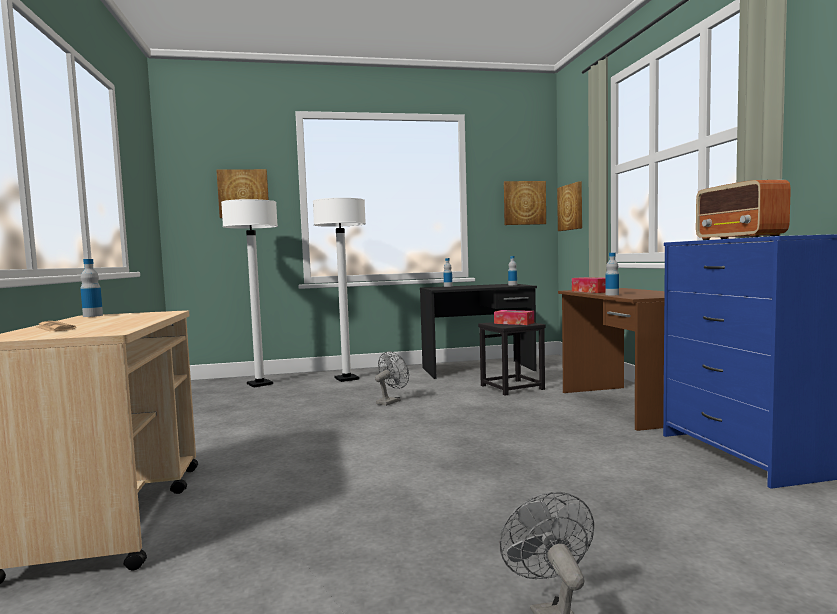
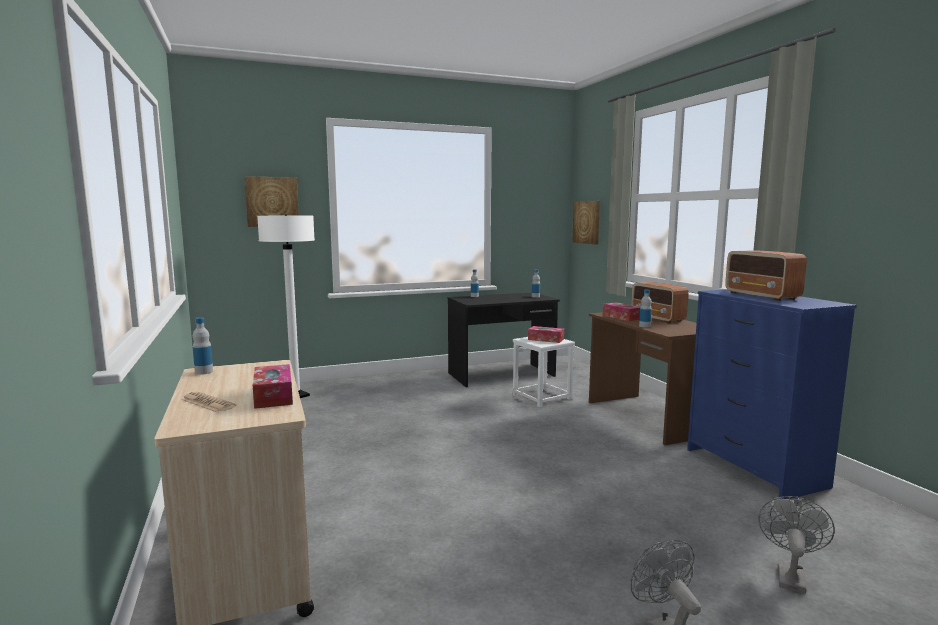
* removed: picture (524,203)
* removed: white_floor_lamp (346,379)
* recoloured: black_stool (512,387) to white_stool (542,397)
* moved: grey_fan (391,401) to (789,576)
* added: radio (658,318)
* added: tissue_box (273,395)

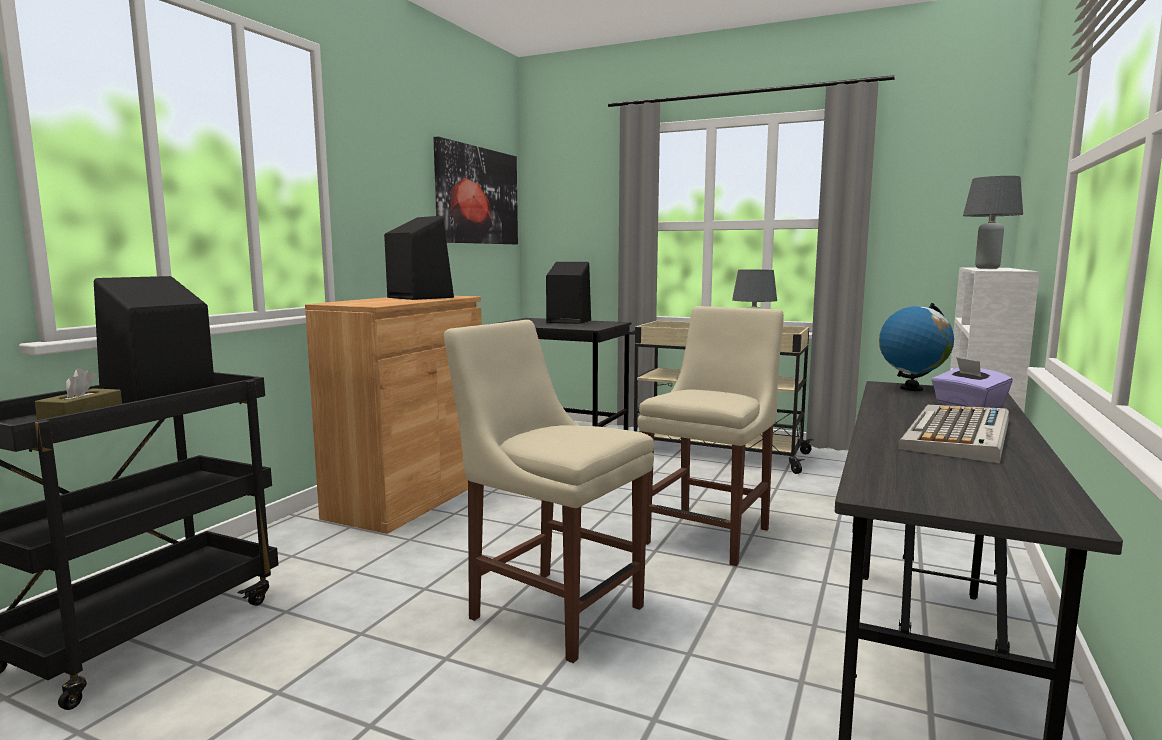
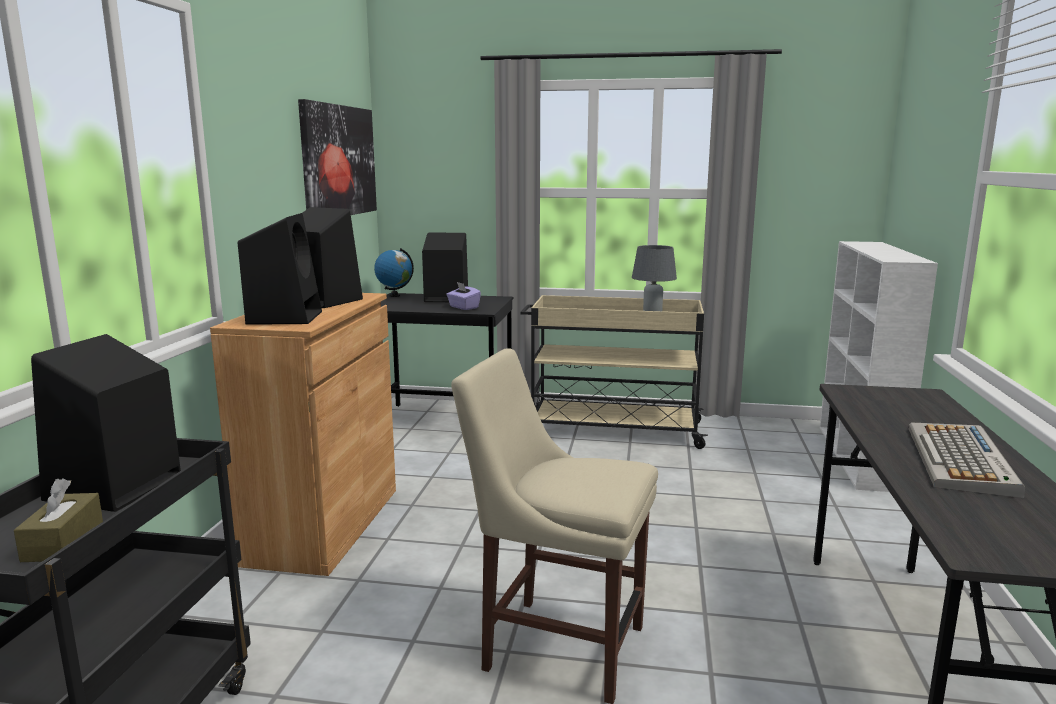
* removed: grey_table_lamp (986,268)
* moved: globe (911,389) to (394,295)
* removed: beige_chair (710,533)
* moved: purple_tissue_box (967,406) to (463,307)
* added: black_speaker (285,317)

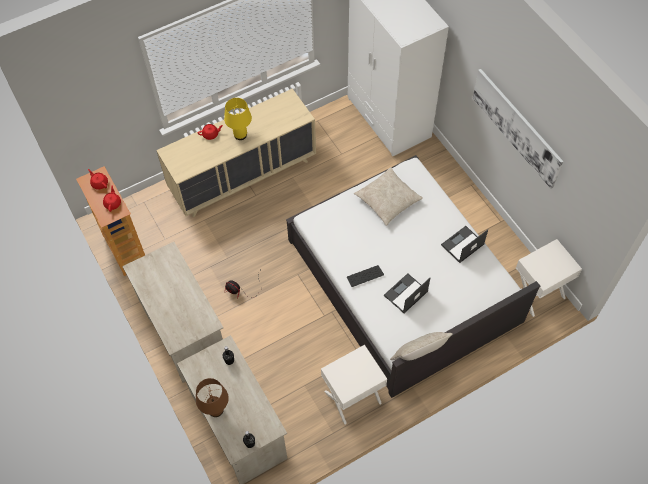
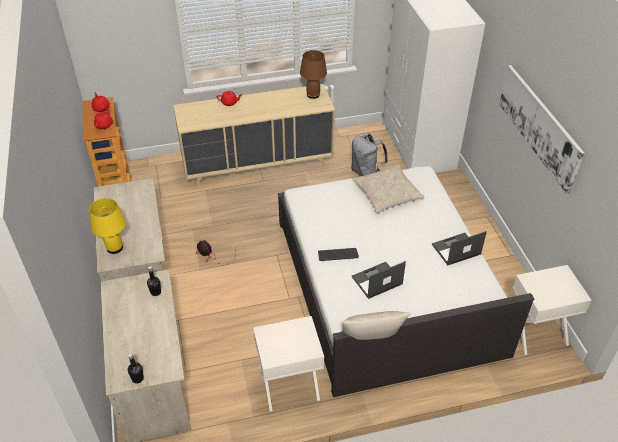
* moved: yellow_table_lamp (240,135) to (114,248)
* moved: brown_table_lamp (216,410) to (313,95)
* added: grey_backpack (366,172)

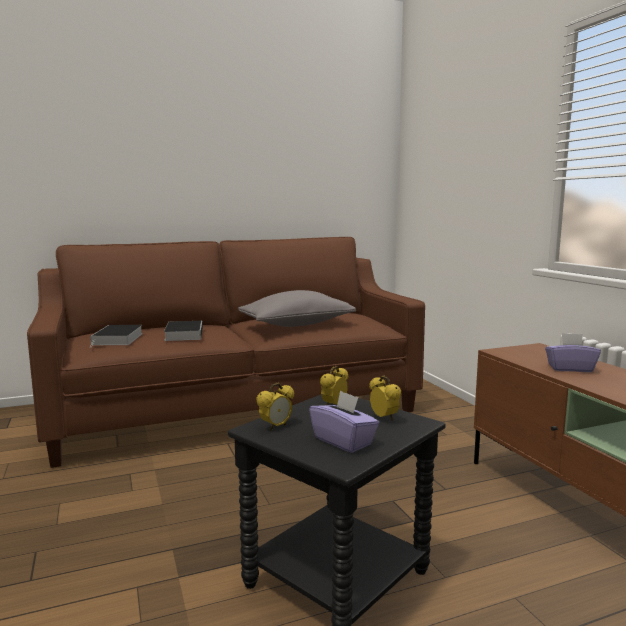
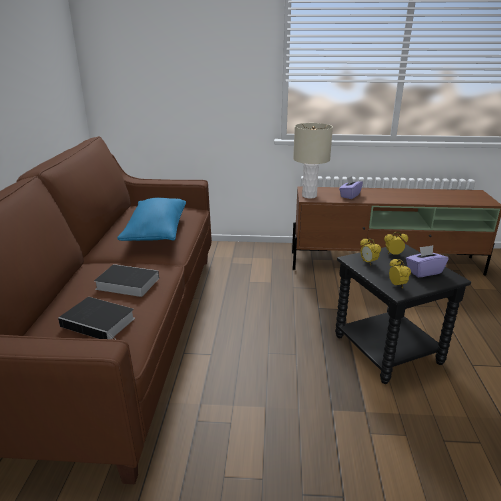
* recoloured: grey_pillow (297,324) to blue_pillow (156,232)
* added: beige_table_lamp (309,196)

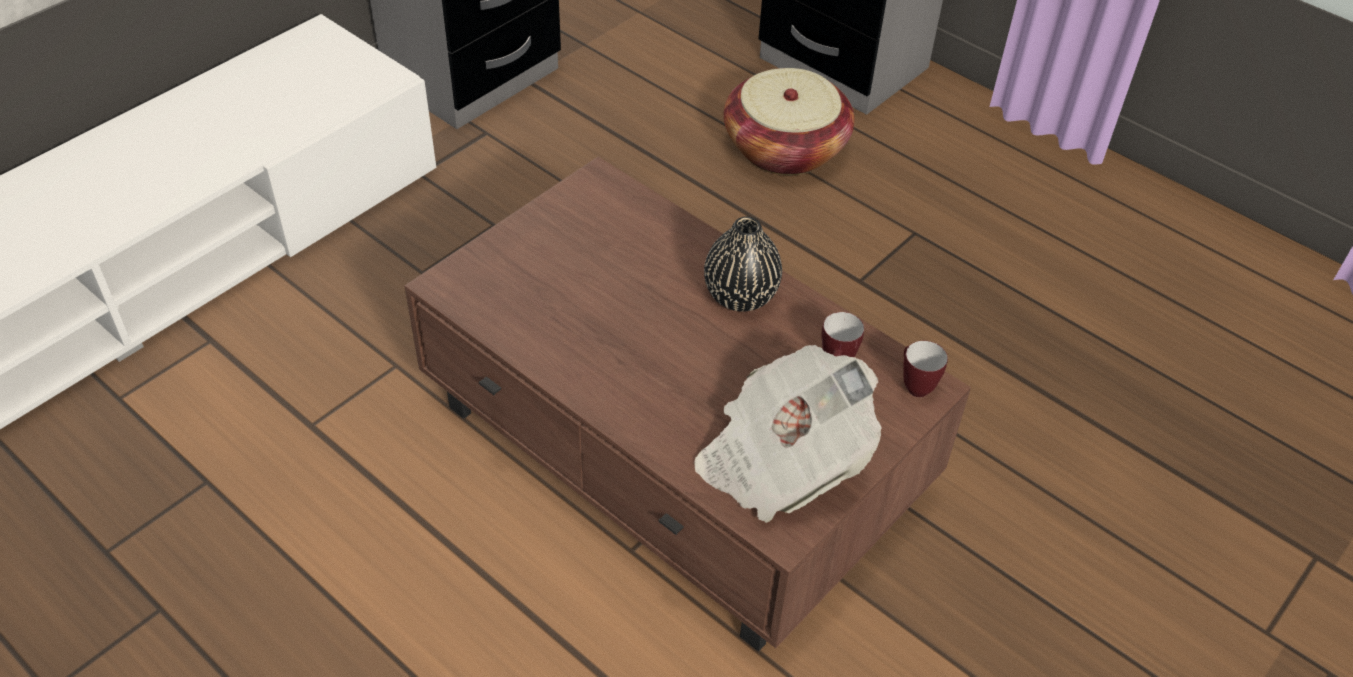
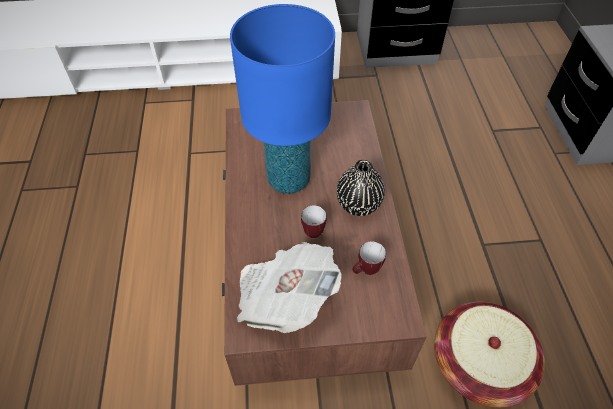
* moved: basket (785,148) to (479,363)
* moved: mug (914,385) to (314,230)
* added: blue_table_lamp (288,179)

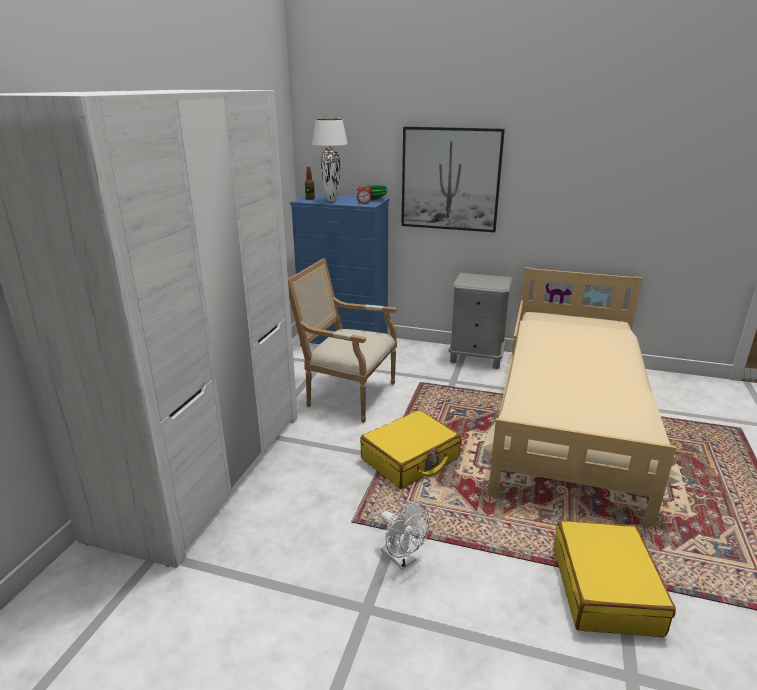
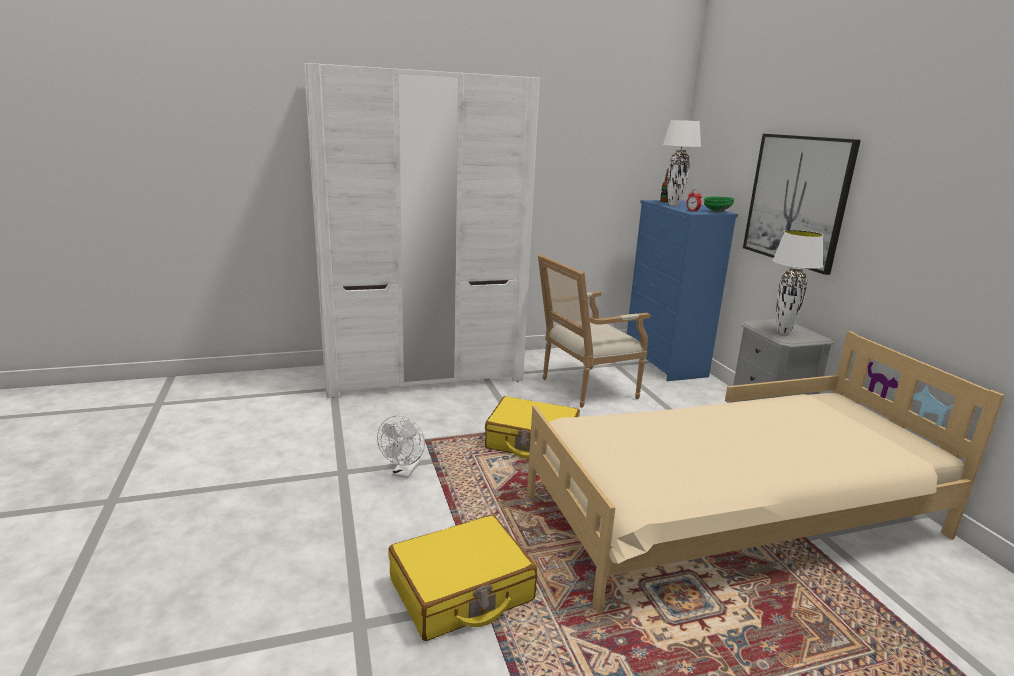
* turned: armchair (346,395) = (583,388) 105 degrees counterclockwise
* added: white_table_lamp (783,332)

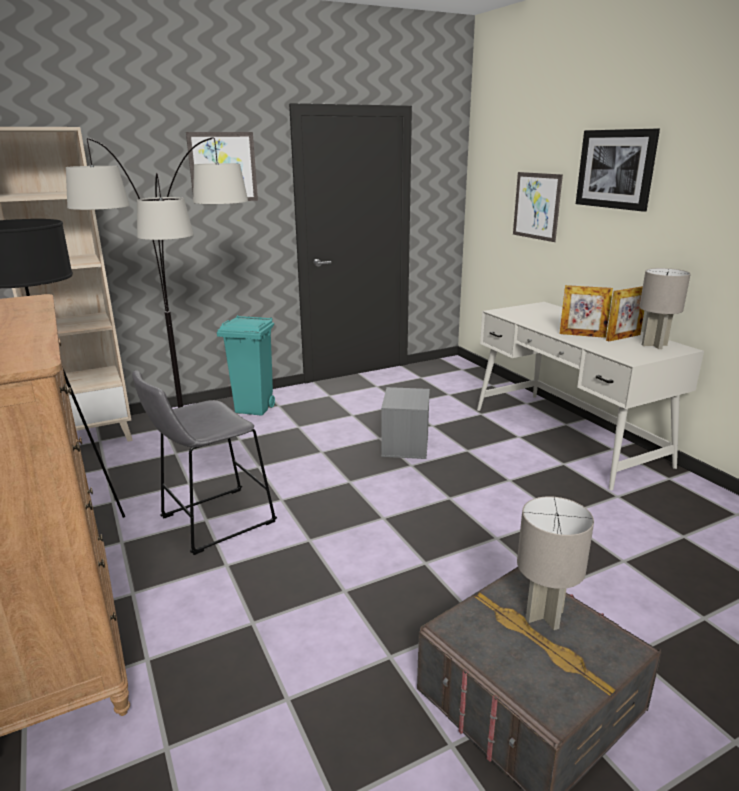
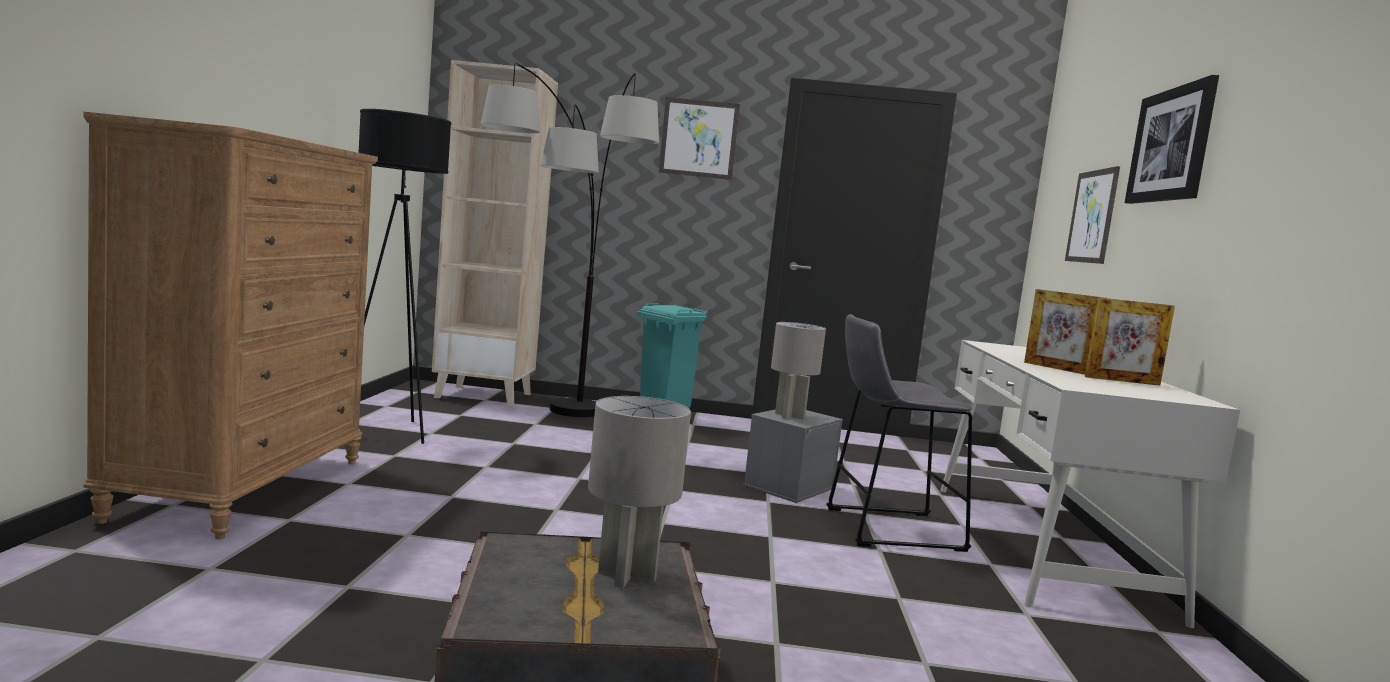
* moved: grey_table_lamp (654,345) to (790,416)
* moved: grey_stool (212,521) to (885,528)

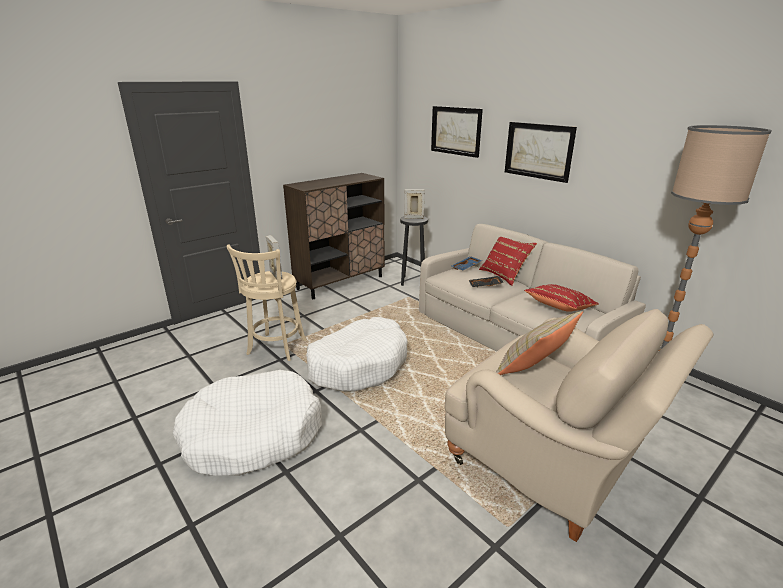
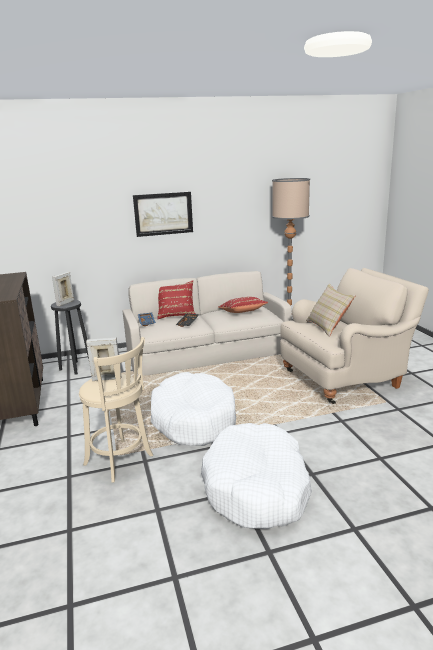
* removed: picture (456,131)

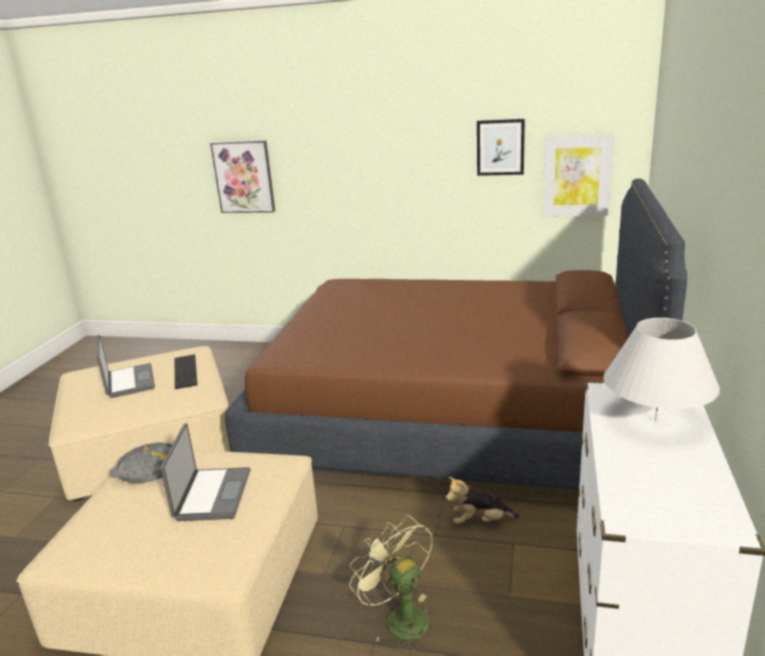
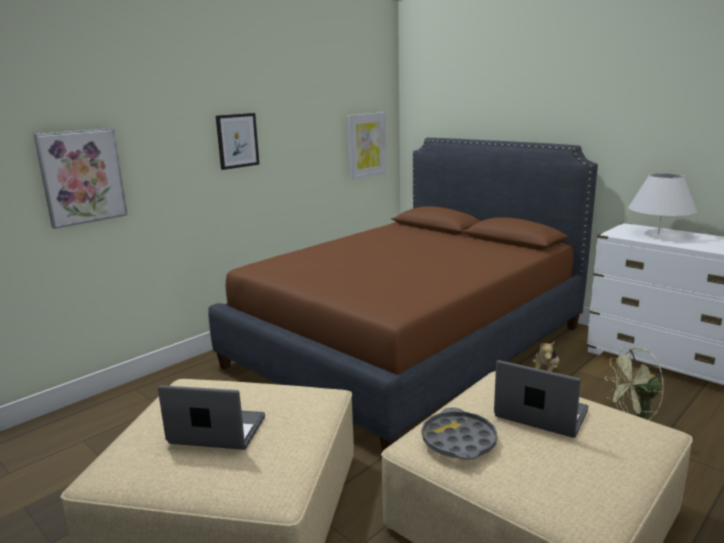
* moved: picture (500,147) to (237,140)
* removed: keyboard (185,371)

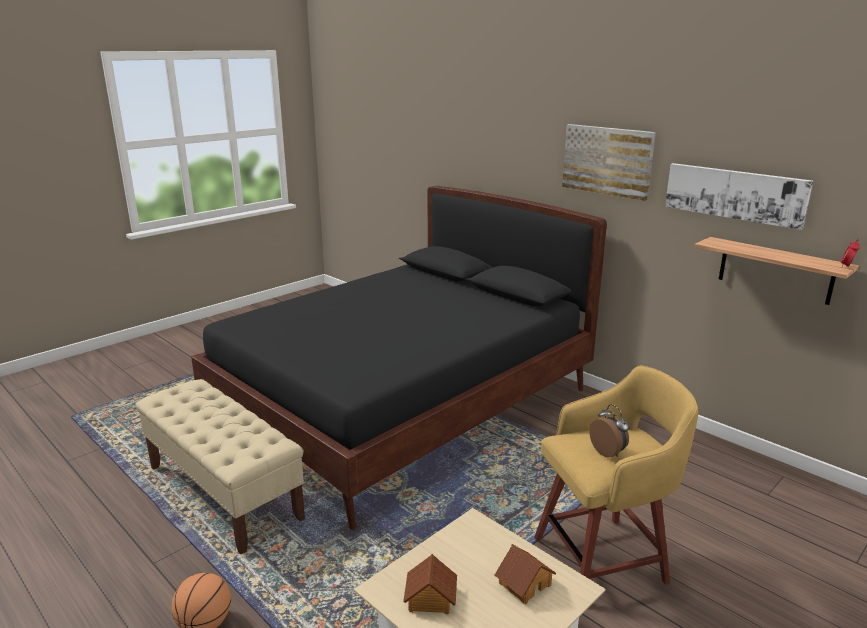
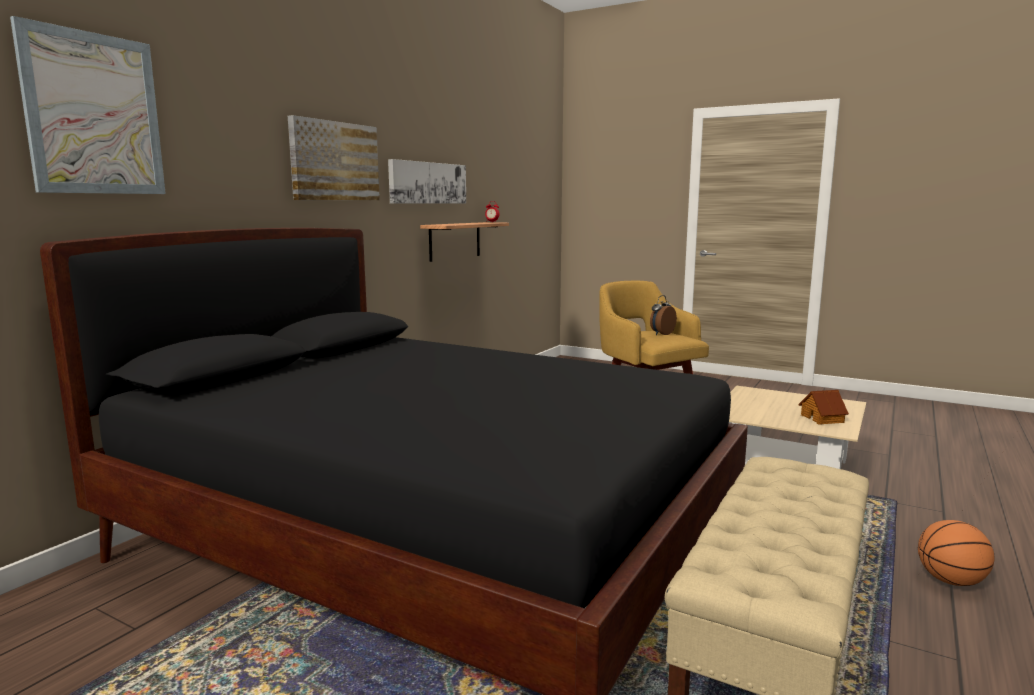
* removed: toy_house (524,583)
* added: picture (94,114)

